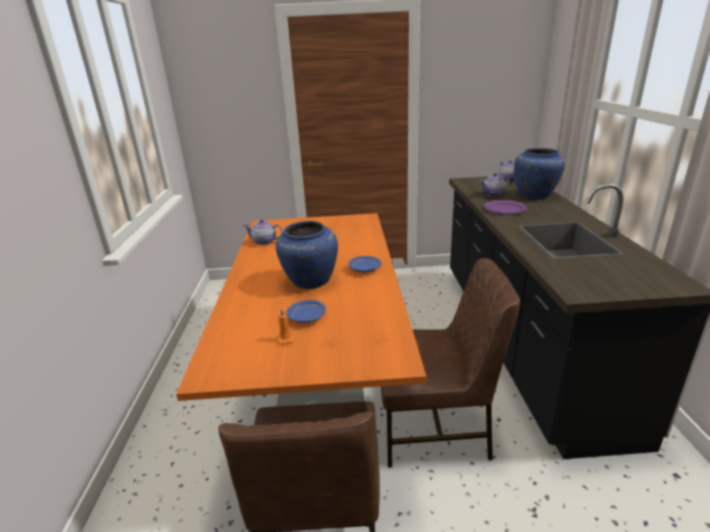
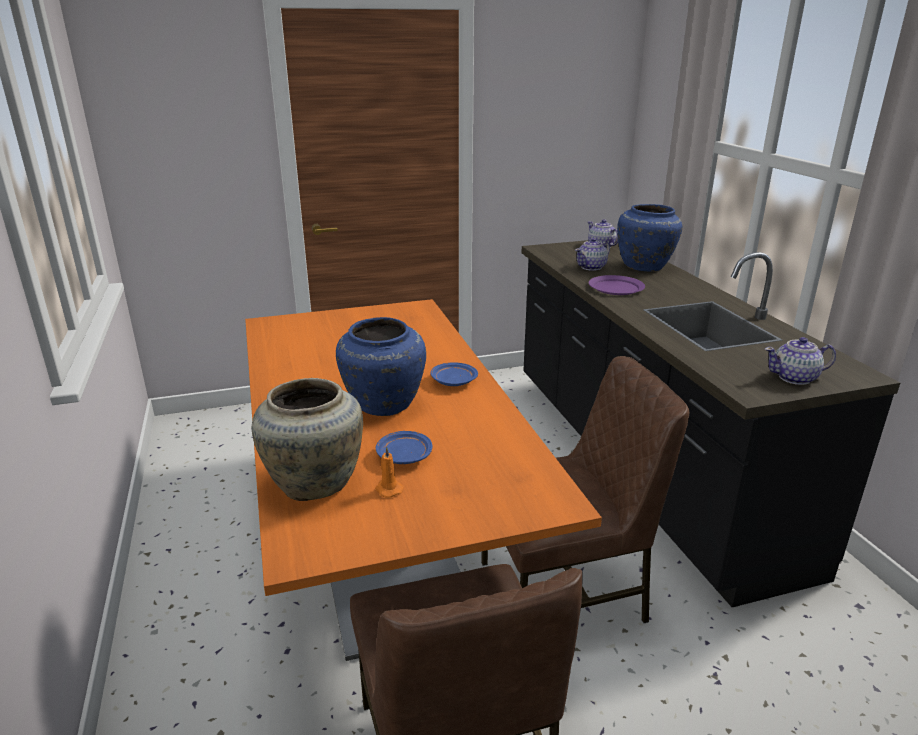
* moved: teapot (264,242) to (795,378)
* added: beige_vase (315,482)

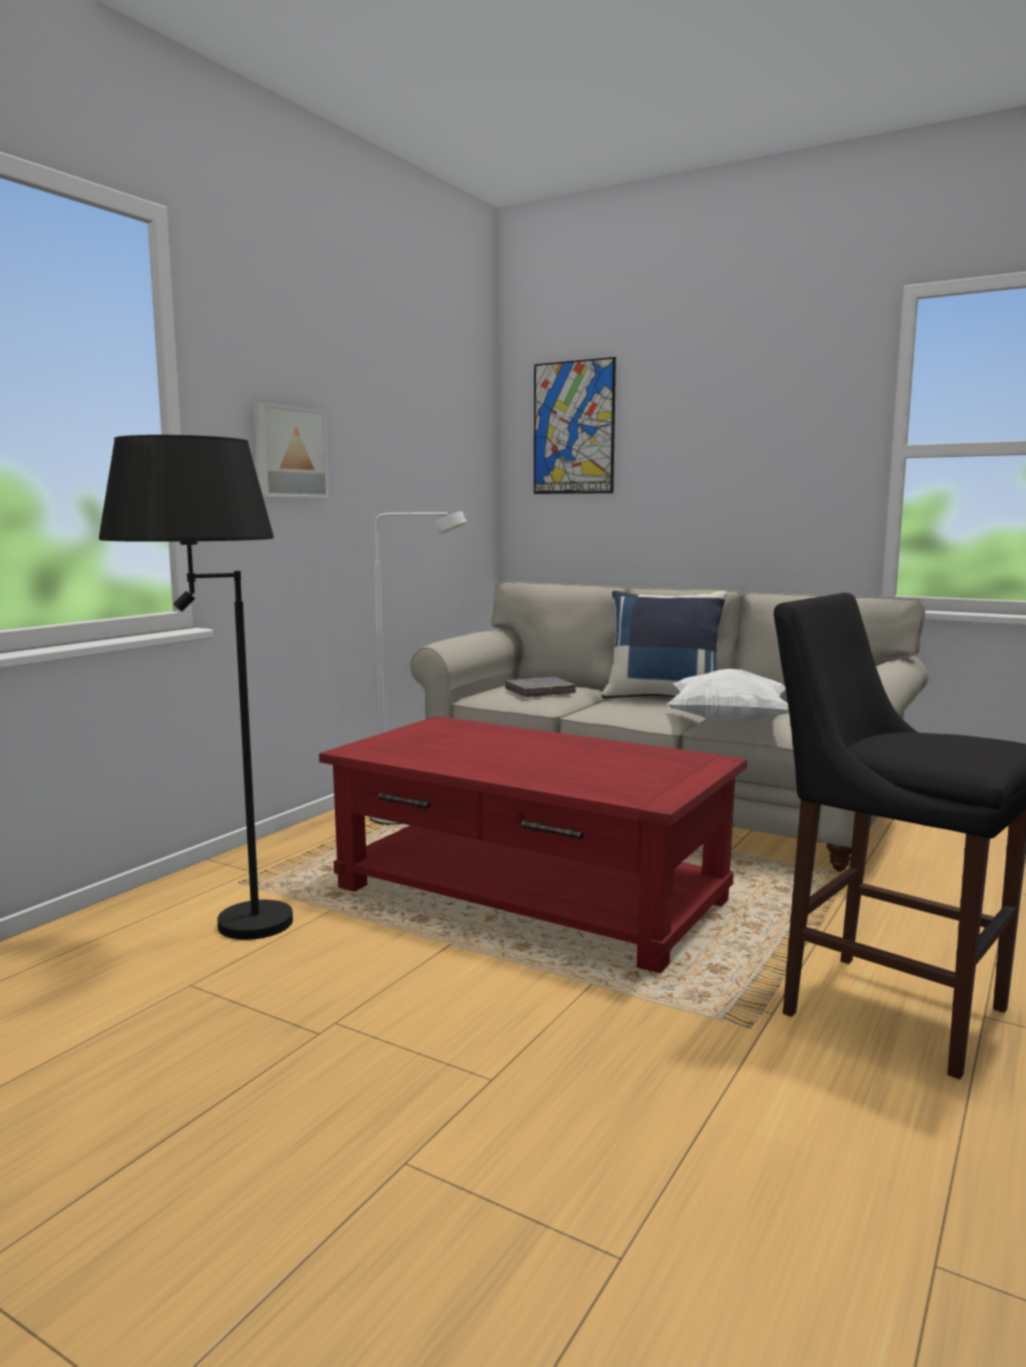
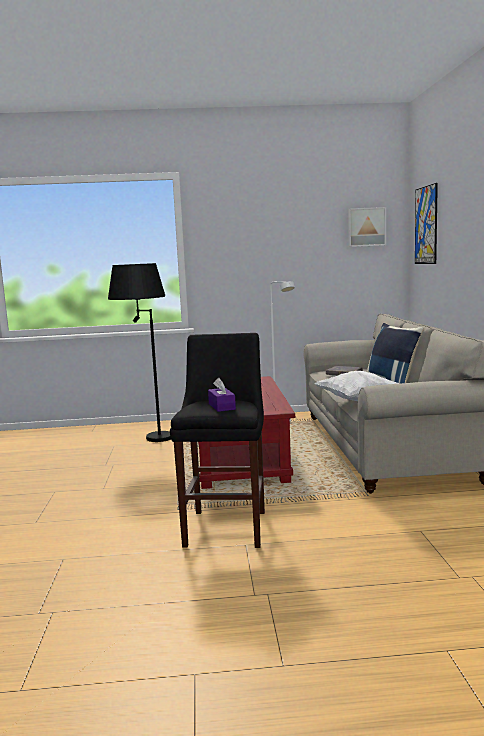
* moved: picture (288,452) to (366,227)
* added: purple_tissue_box (222,406)

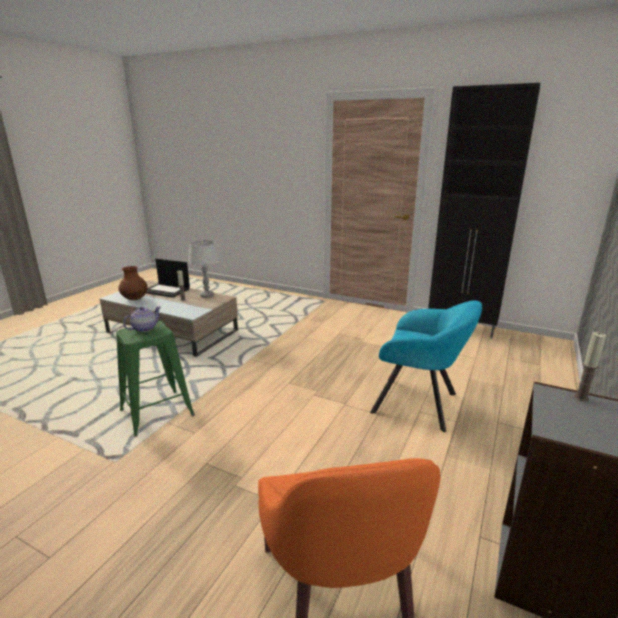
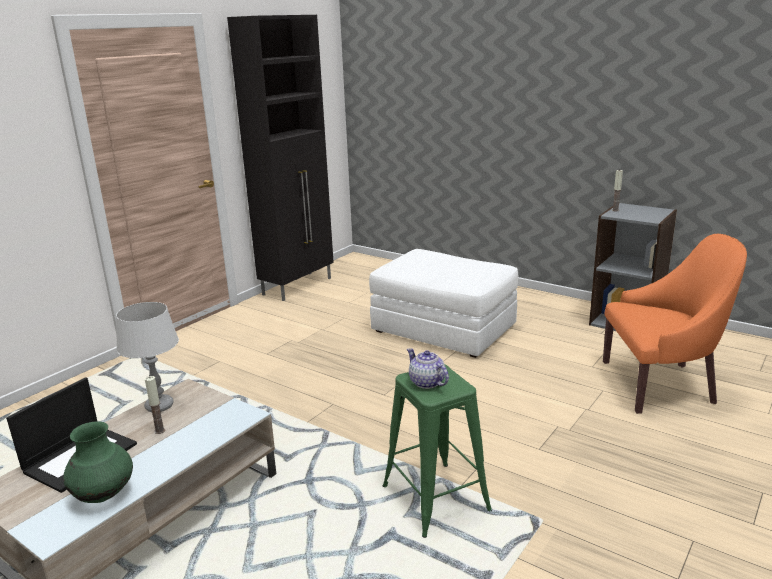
* recoloured: brown_vase (135,299) to green_vase (104,495)
* replaced: turquoise_armchair (419,404) to white_ottoman (444,329)

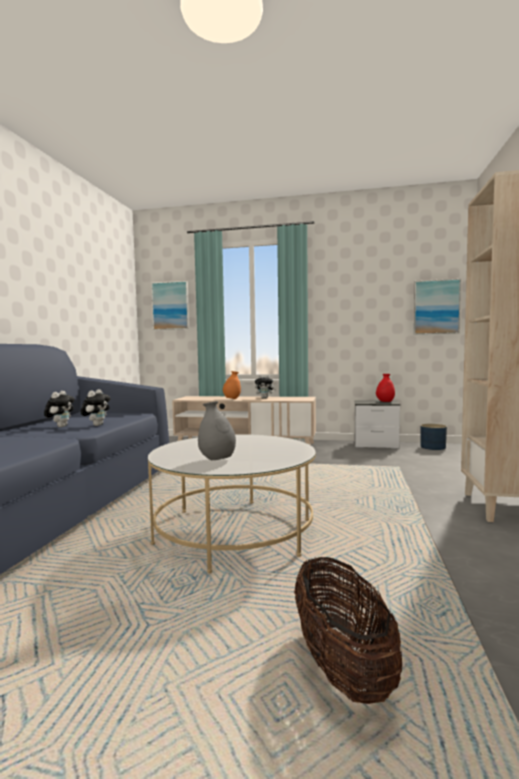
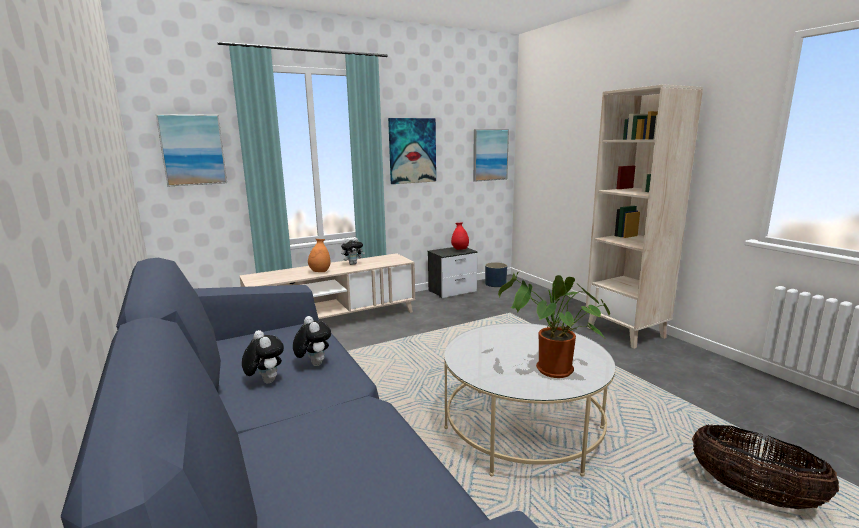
* replaced: grey_vase (217,460) to potted_plant (551,371)
* added: picture (412,151)

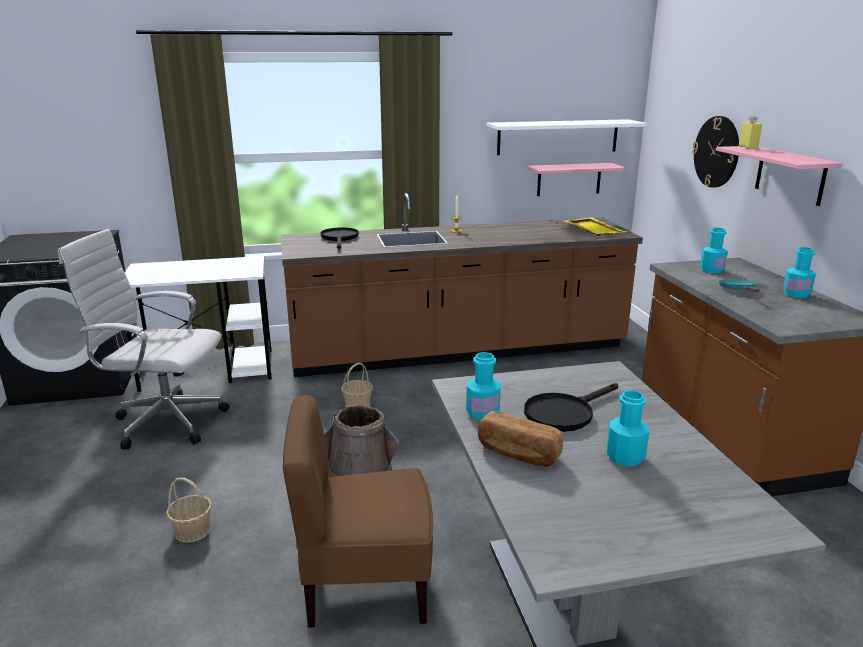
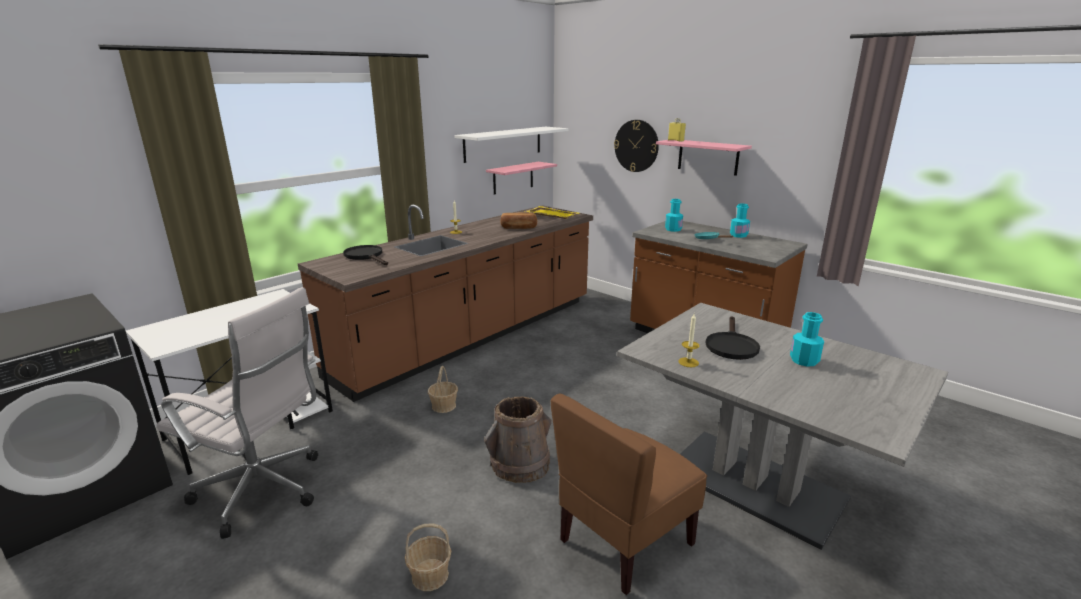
* turned: white_office_chair (164,422) = (264,492) 135 degrees counterclockwise
* replaced: turquoise_bottle (483,412) to candle (688,362)
* moved: bread (517,454) to (519,227)

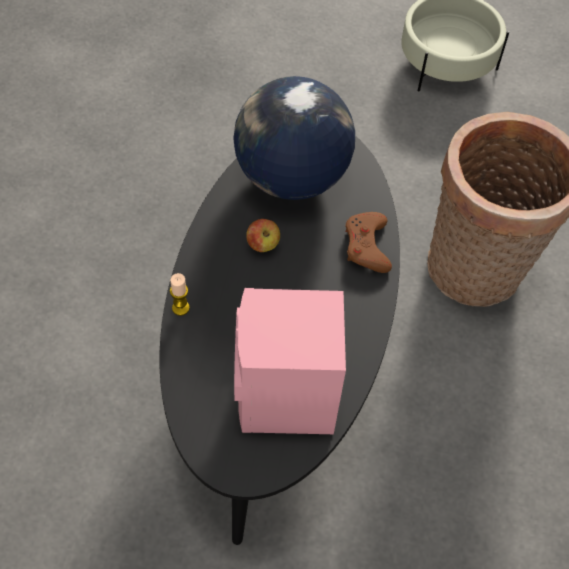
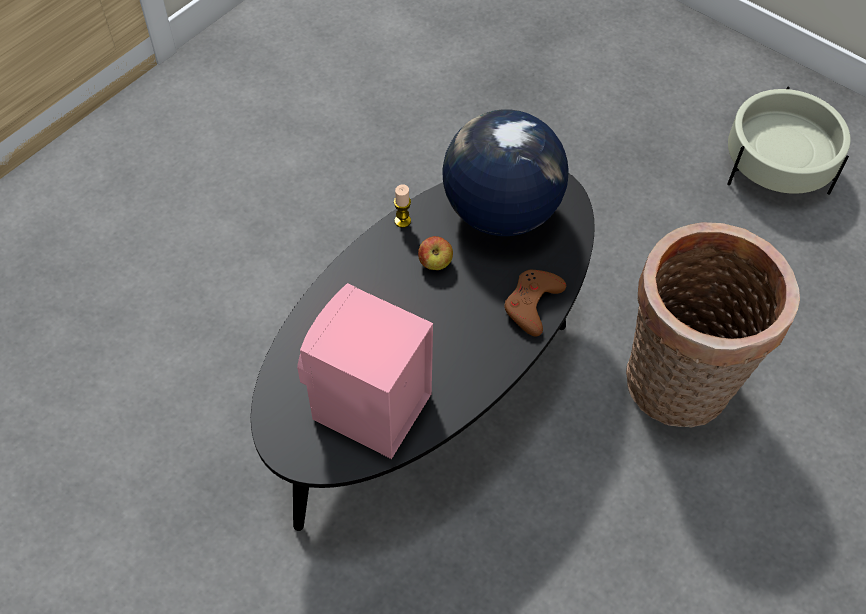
* moved: candle (180,308) to (402,221)

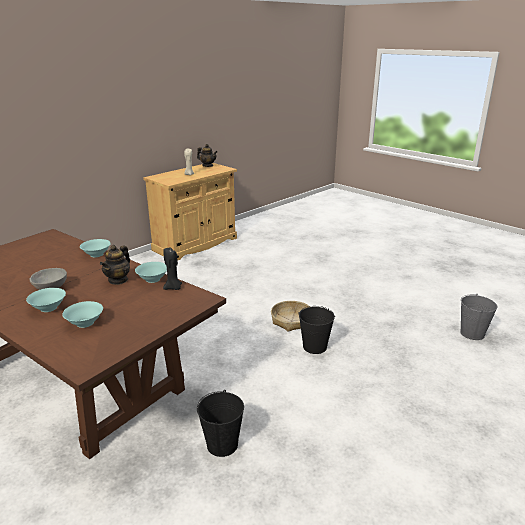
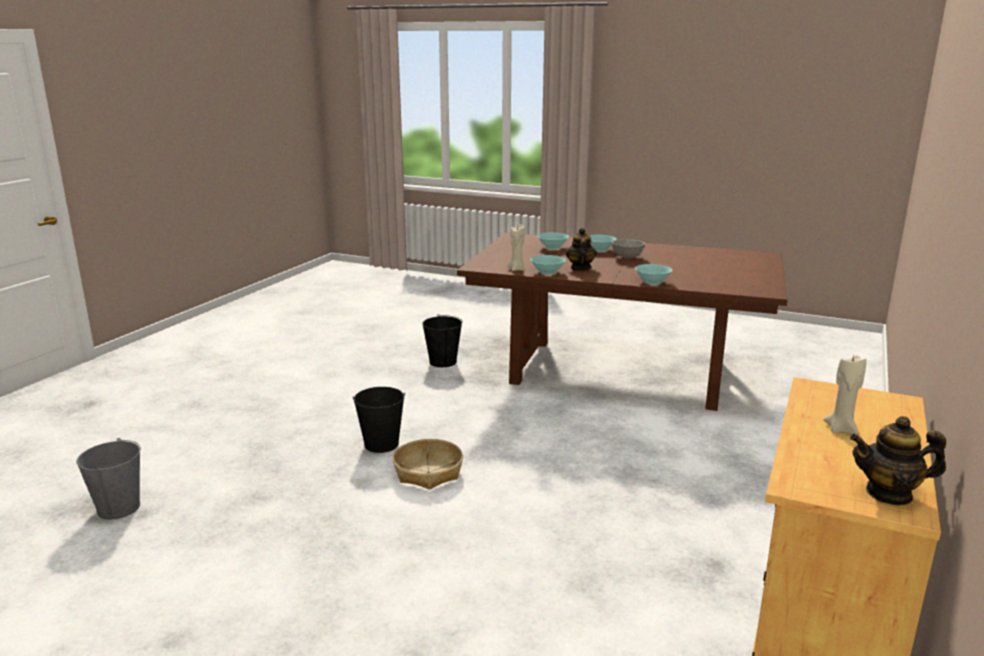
* recoloured: black_candle (173,288) to beige_candle (516,269)

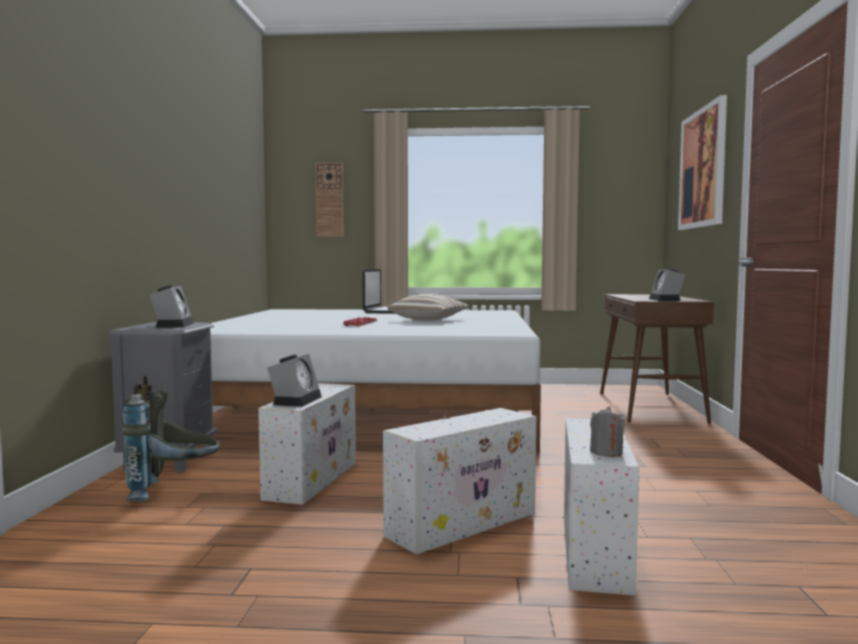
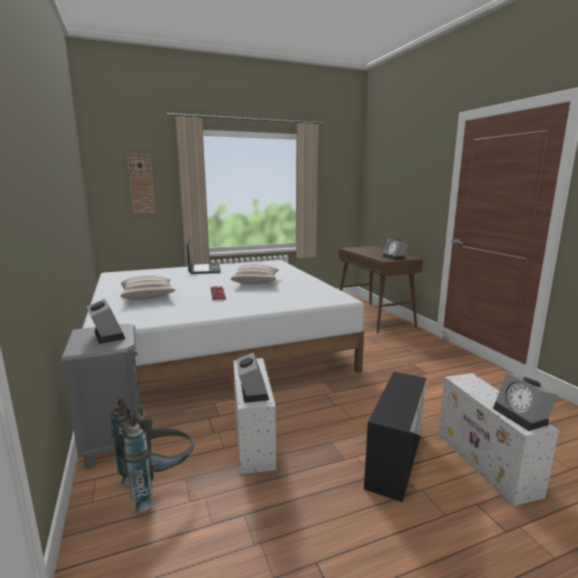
* removed: picture (703,168)
* replaced: grey_candle (606,452) to alarm_clock (523,416)
* recoloured: white_storage_box (464,523) to black_storage_box (395,458)
* added: pillow (148,297)

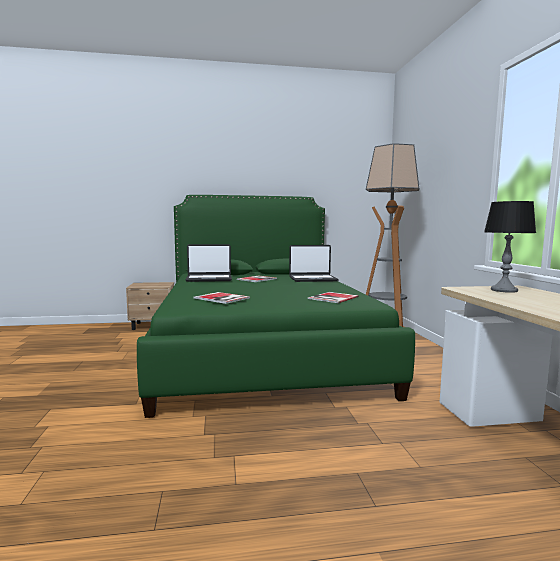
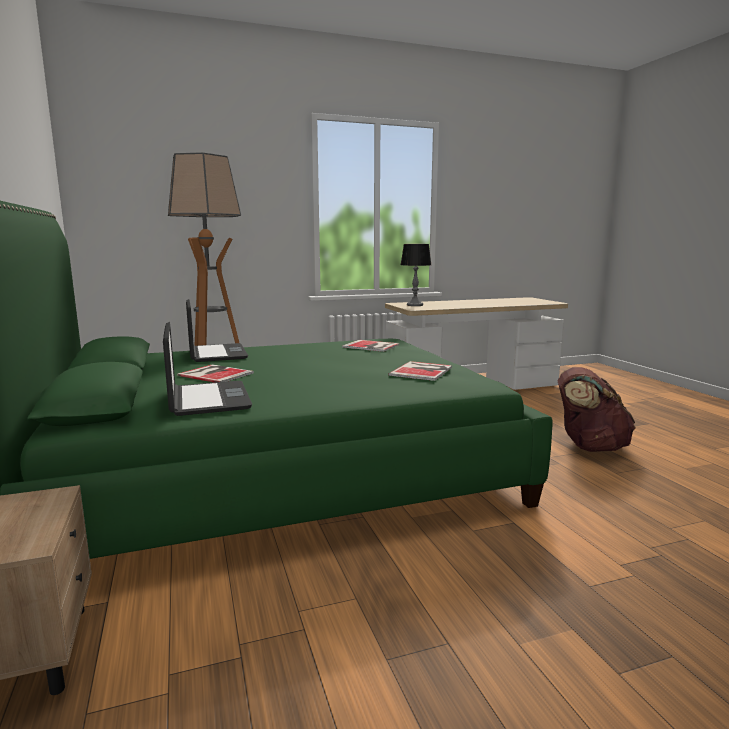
* added: brown_backpack (589,446)

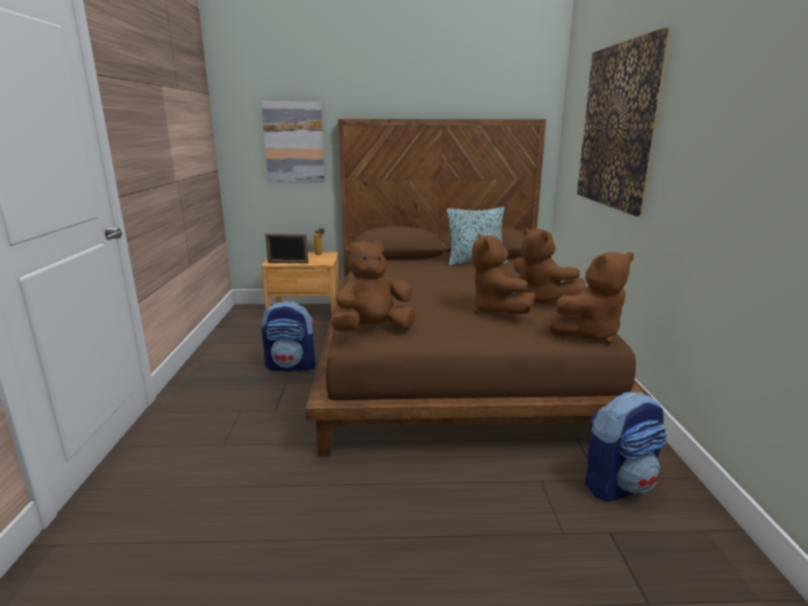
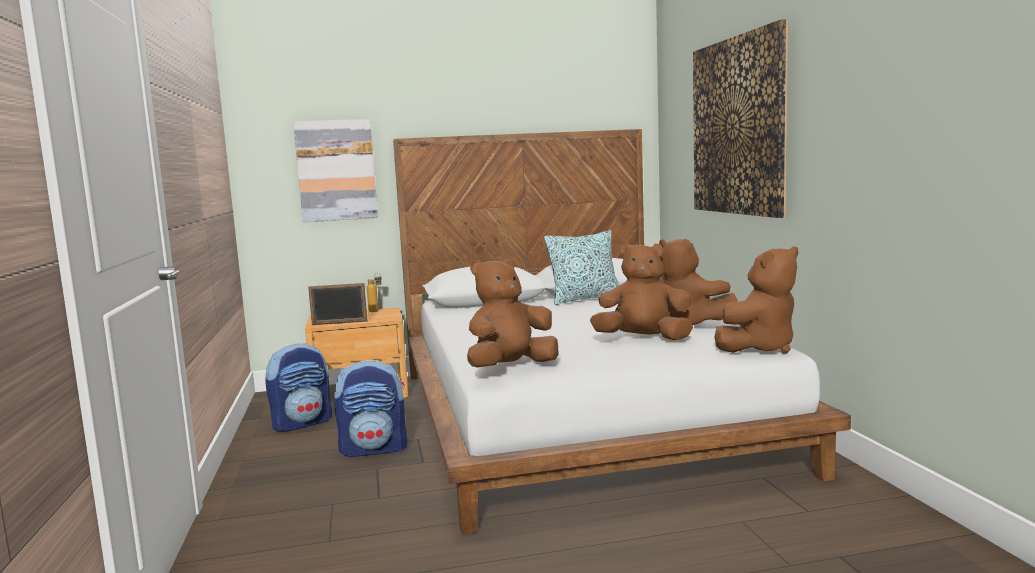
* recoloured: brown_bed (453,357) to white_bed (579,416)
* turned: brown_plush_toy (496,311) = (643,339) 120 degrees clockwise
* moved: backpack (618,484) to (302,423)

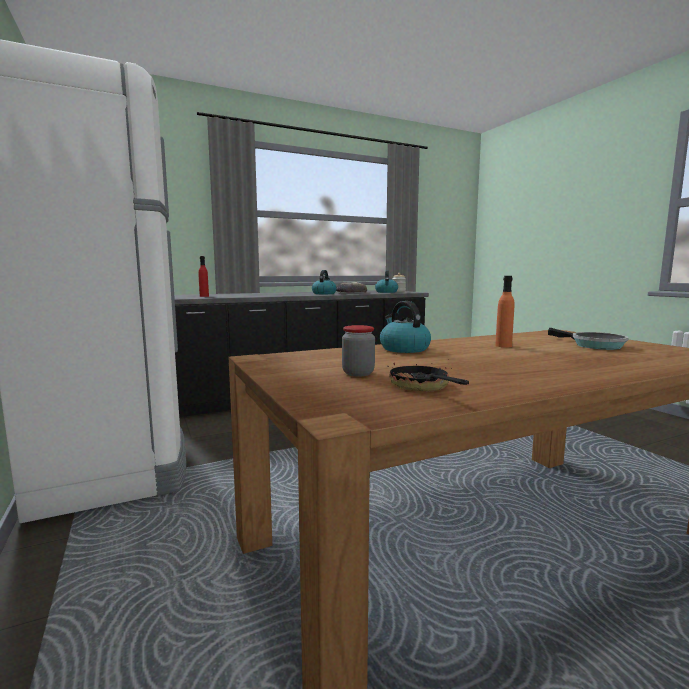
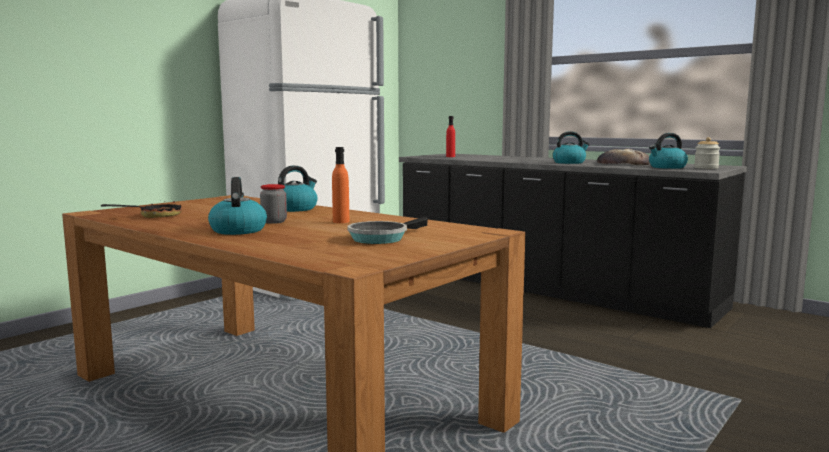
* moved: jar (358,373) to (274,222)
* added: kettle (238,230)

